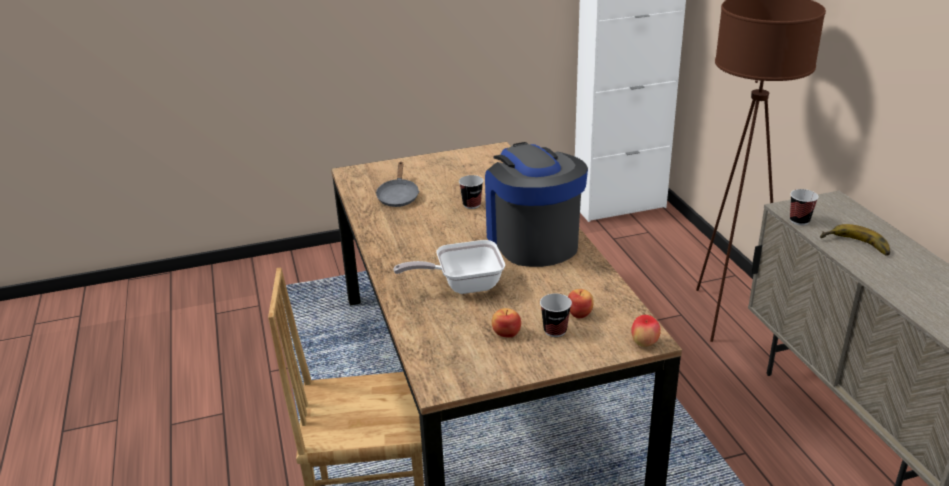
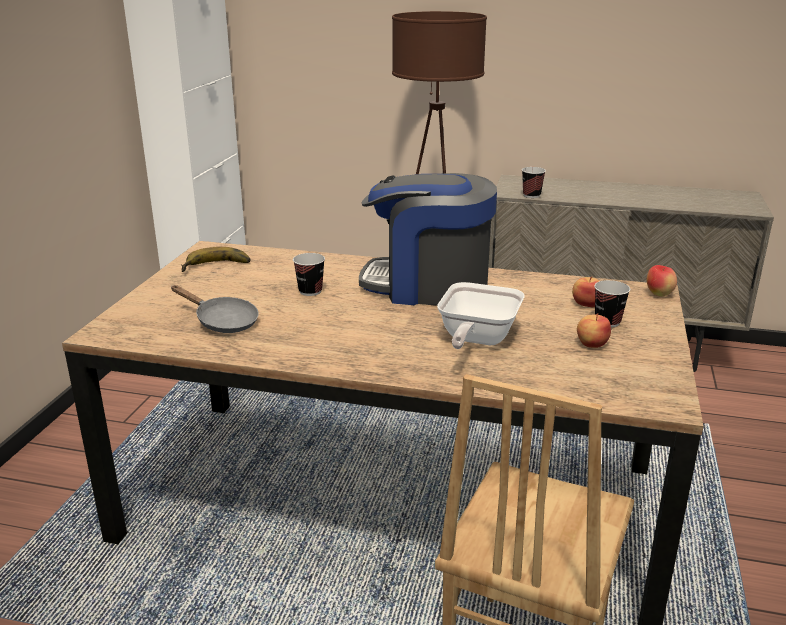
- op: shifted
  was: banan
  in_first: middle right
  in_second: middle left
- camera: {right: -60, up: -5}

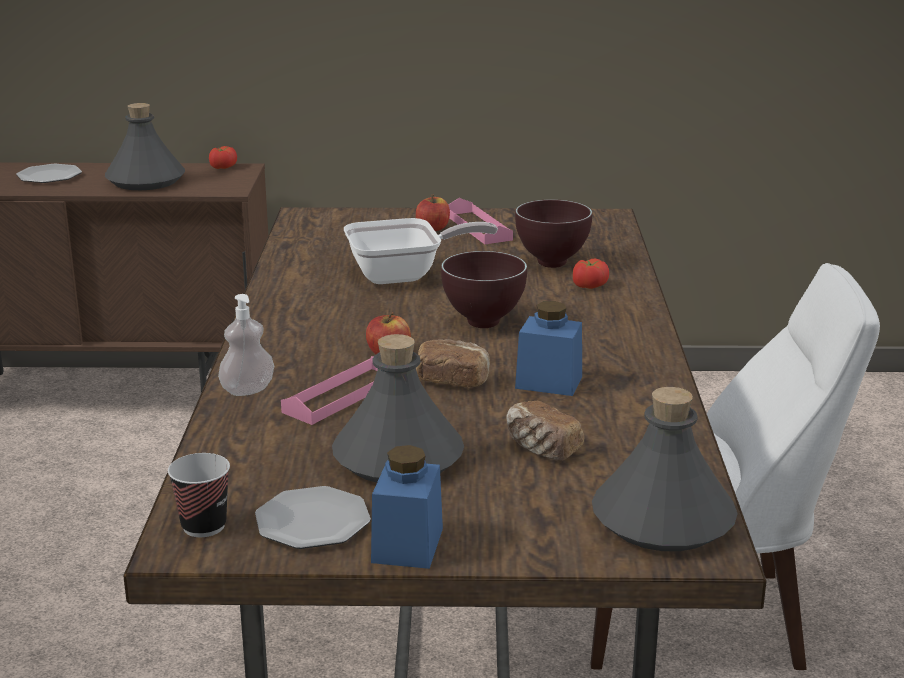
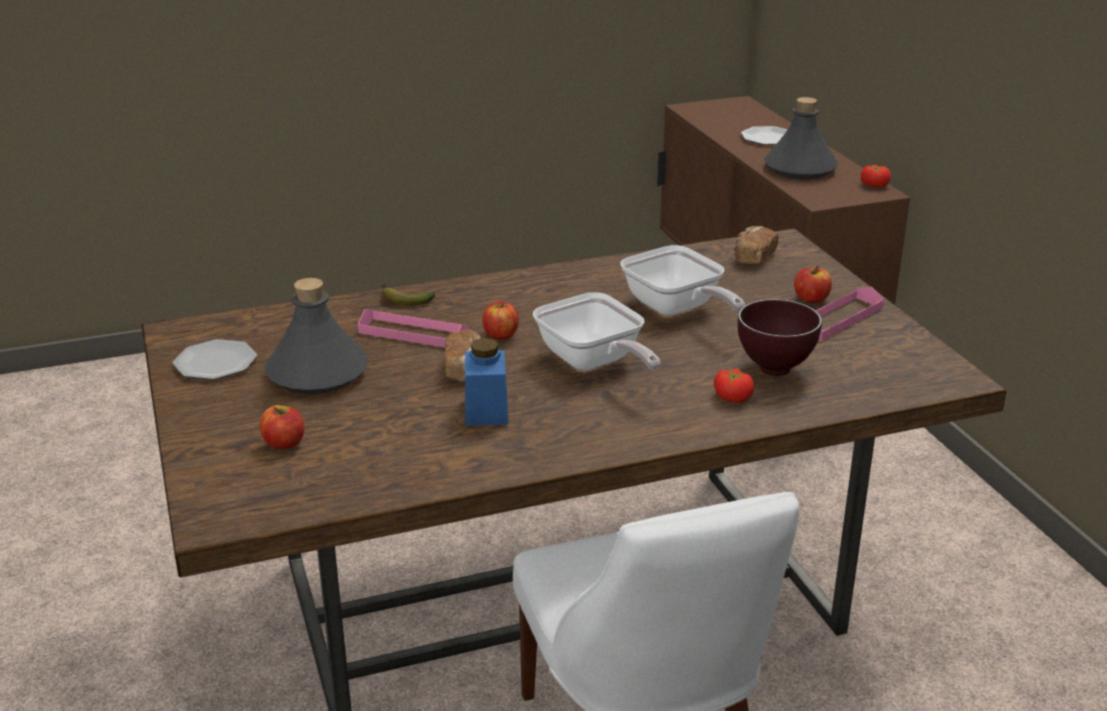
- op: gone
  was: filiżanka
  in_first: bottom left
- op: swapped
  was: dozownik mydła
  now: banan
  in_first: middle left
  in_second: centre
- op: gone
  was: słoik [niebieski] (no. 1 from left)
  in_first: bottom centre
- op: swapped
  was: miska [brązowy] (no. 1 from left)
  now: patelnia (no. 1 from left)
  in_first: centre
  in_second: centre
- op: shifted
  was: chleb (no. 2 from left)
  in_first: centre
  in_second: middle right
- op: gone
  was: butelka [szary] (no. 3 from left)
  in_first: bottom right
- op: new
  now: jabłko (no. 1 from left)
  in_second: middle left
- camera: {right: 70, up: 5}

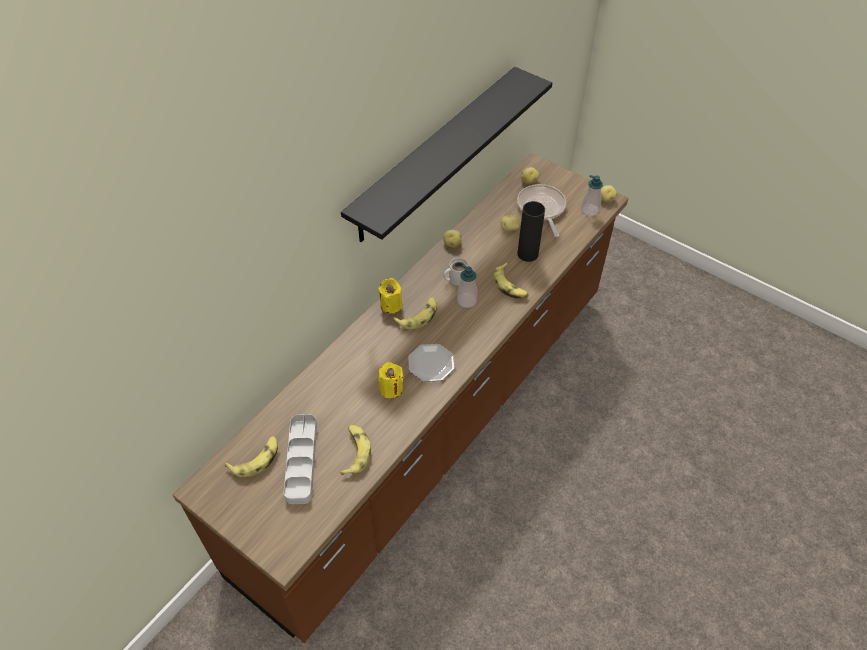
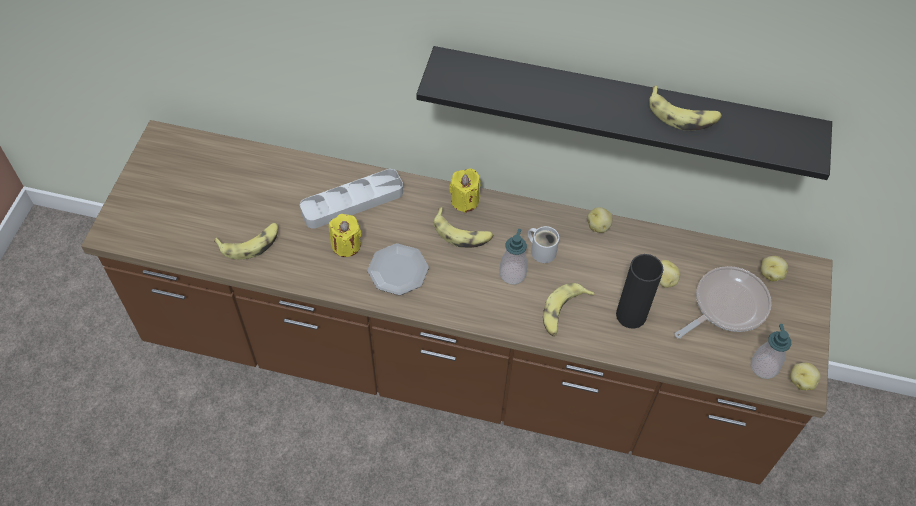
- op: shifted
  was: banan (no. 1 from left in the first image)
  now: banan (no. 4 from left)
  in_first: bottom left
  in_second: top right
- op: shifted
  was: taca [szary]
  in_first: bottom centre
  in_second: centre
- camera: {right: 65, up: 5}

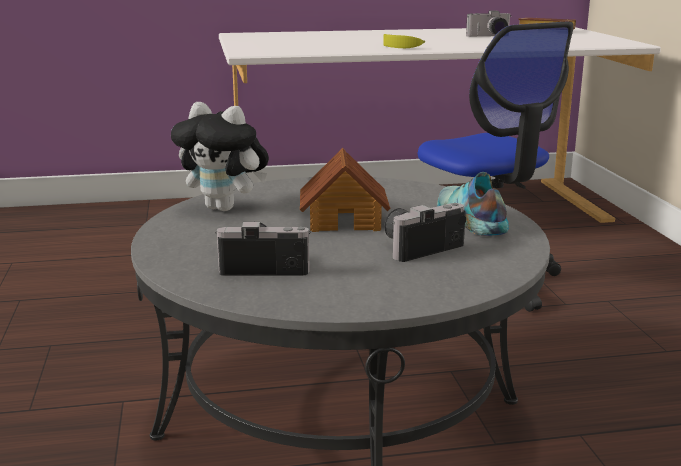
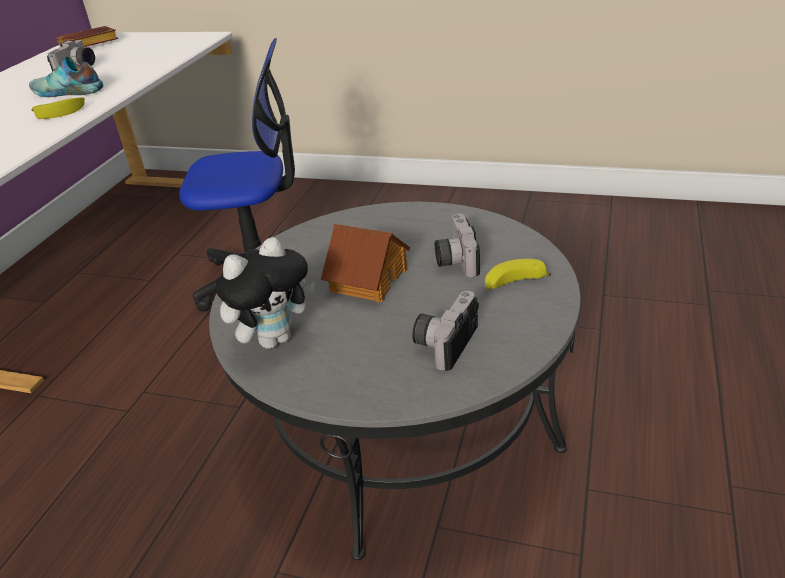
- op: shifted
  was: but
  in_first: middle right
  in_second: top left
- op: new
  now: banan (no. 2 from left)
  in_second: centre
- camera: {right: -60, up: 15}

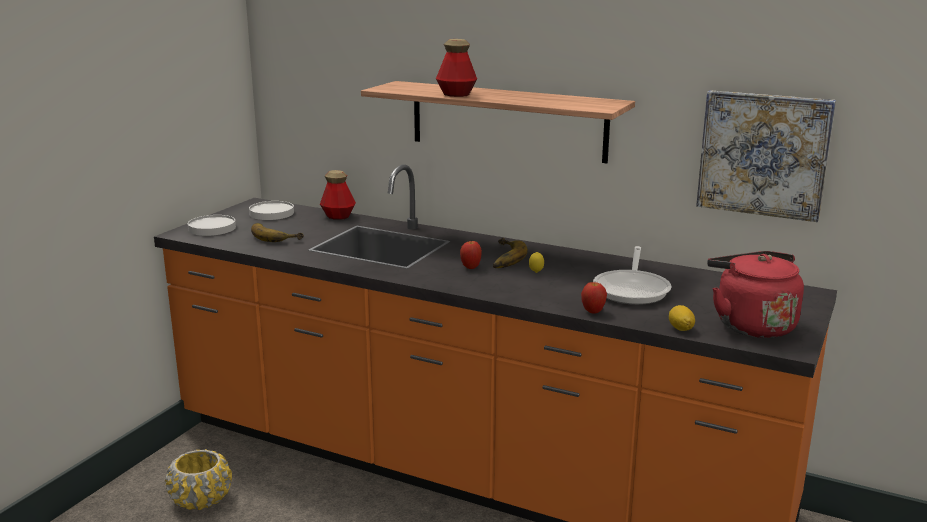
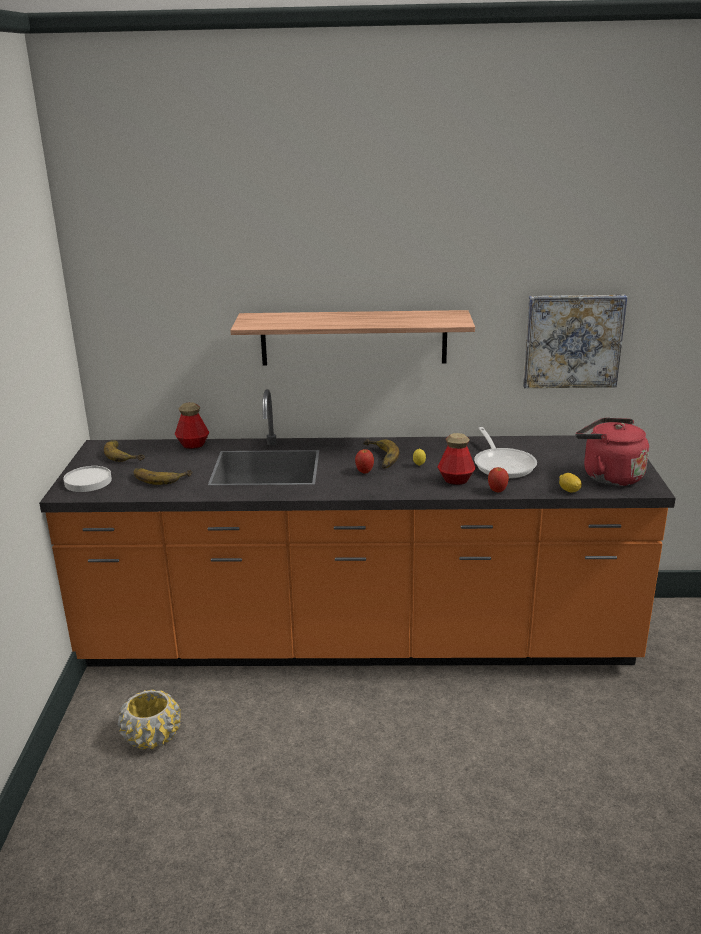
- op: swapped
  was: talerz [biały] (no. 2 from left)
  now: banan (no. 1 from left)
  in_first: middle left
  in_second: middle left
- op: shifted
  was: butelka (no. 2 from left)
  in_first: top centre
  in_second: centre
- camera: {right: -25, up: 5}

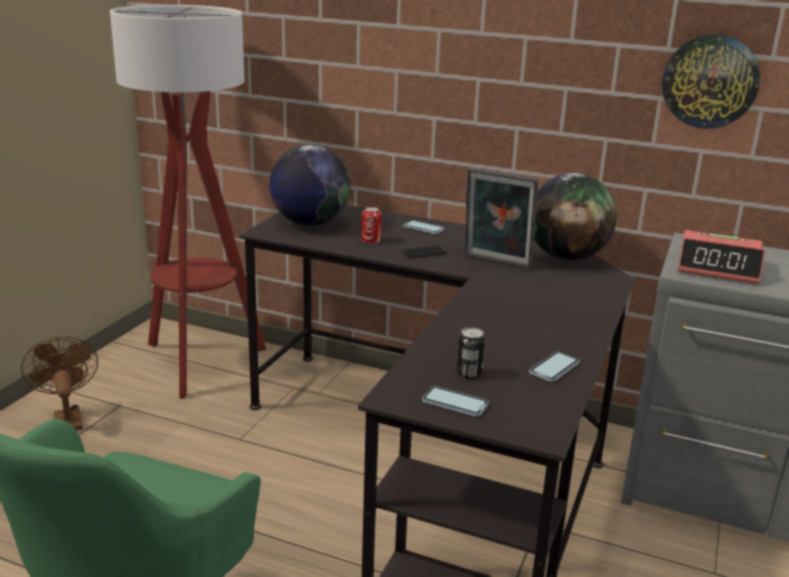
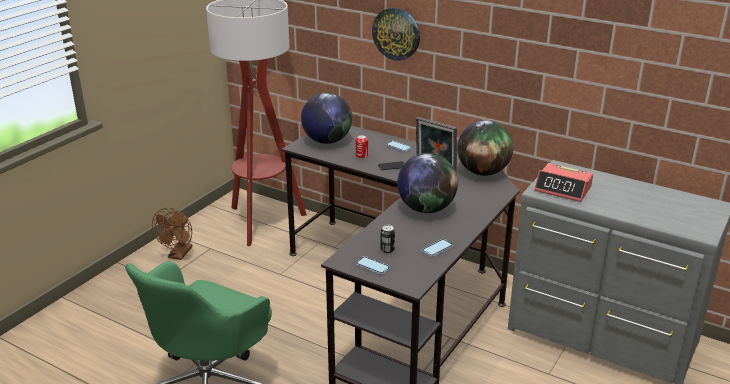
- op: rotated
  was: wentylator [brązowy]
  in_first: middle left
  in_second: middle left
  clockwise: -150
- op: shifted
  was: zegar ścienny
  in_first: top right
  in_second: top centre
- op: new
  now: globus (no. 2 from left)
  in_second: centre
- camera: {right: 10, up: 5}

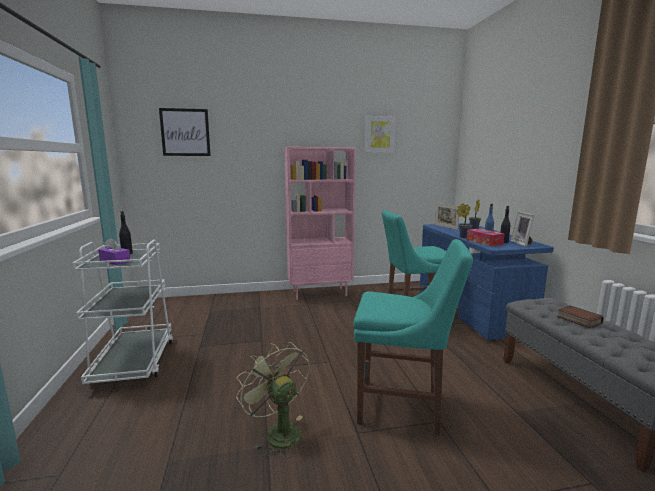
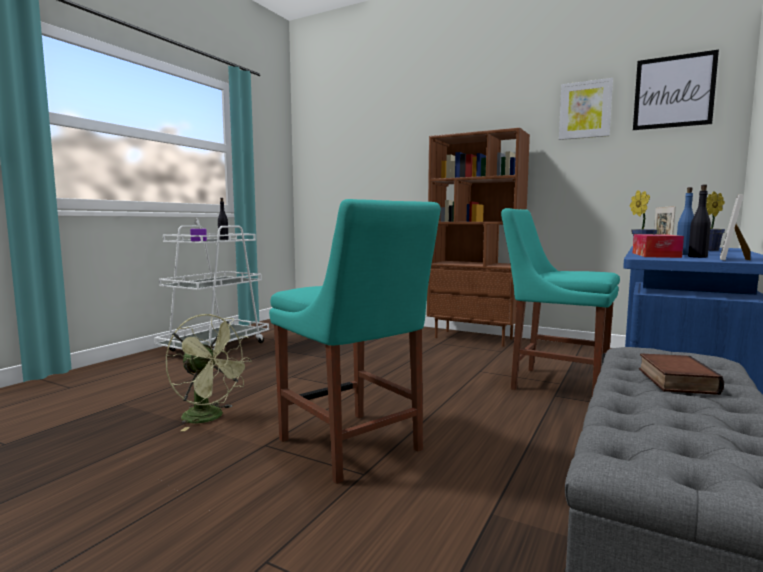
- op: shifted
  was: obraz (no. 1 from left in the first image)
  now: obraz (no. 2 from left)
  in_first: top left
  in_second: top right
- op: rotated
  was: wentylator [zielony]
  in_first: bottom centre
  in_second: middle left
  clockwise: 120
- op: repainted
  was: regał [różowy]
  now: regał [brązowy]
  in_first: centre
  in_second: centre
- camera: {right: 40, up: -5}

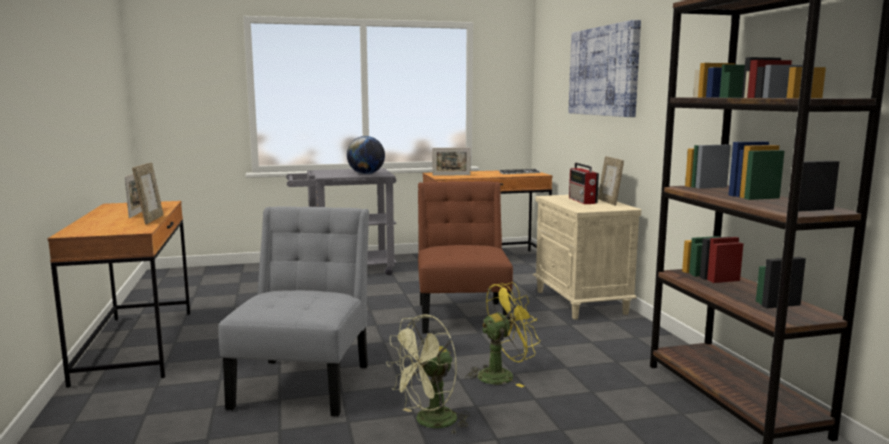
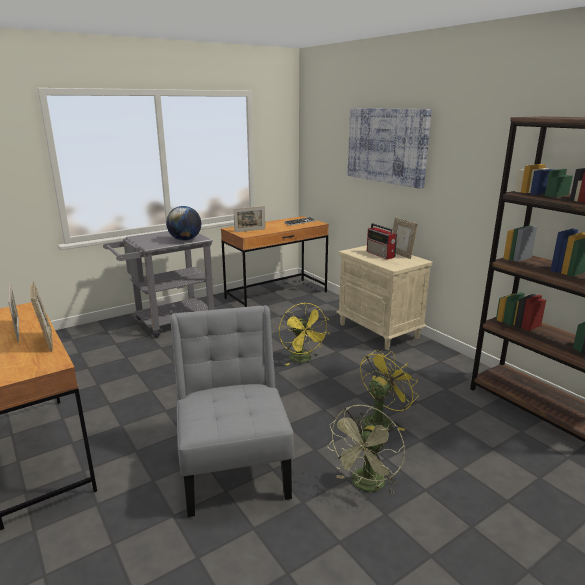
- op: swapped
  was: krzesło [brązowy]
  now: wentylator [żółty] (no. 1 from left)
  in_first: centre
  in_second: centre
- camera: {right: -20, up: 10}

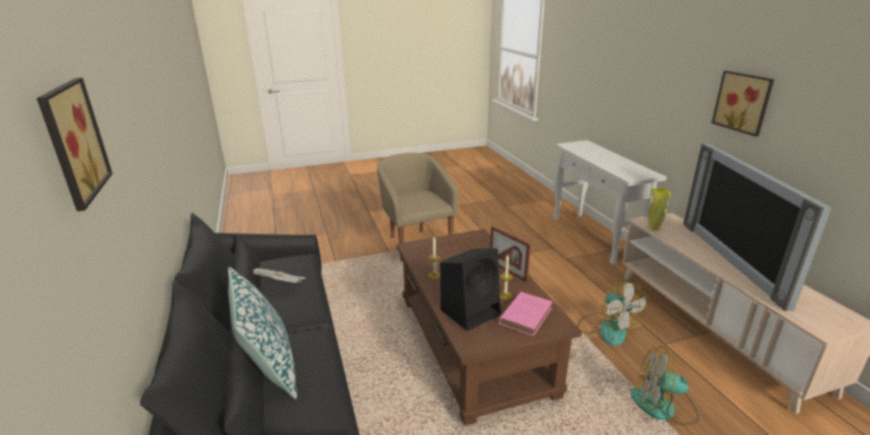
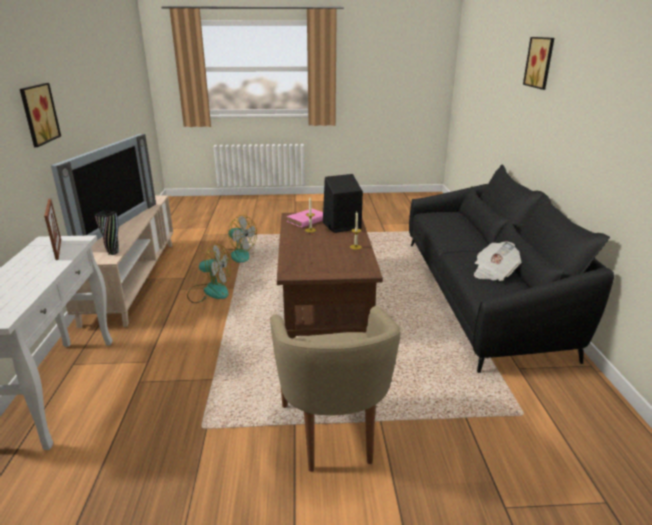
- op: gone
  was: poduszka
  in_first: bottom left
- op: shifted
  was: ramka na zdjęcie
  in_first: centre
  in_second: middle left
- op: rotated
  was: wentylator (no. 1 from left)
  in_first: bottom right
  in_second: middle left
  clockwise: 105
- op: repainted
  was: wazon [żółty]
  now: wazon [czarny]
  in_first: middle right
  in_second: middle left
- camera: {right: -165, up: 0}

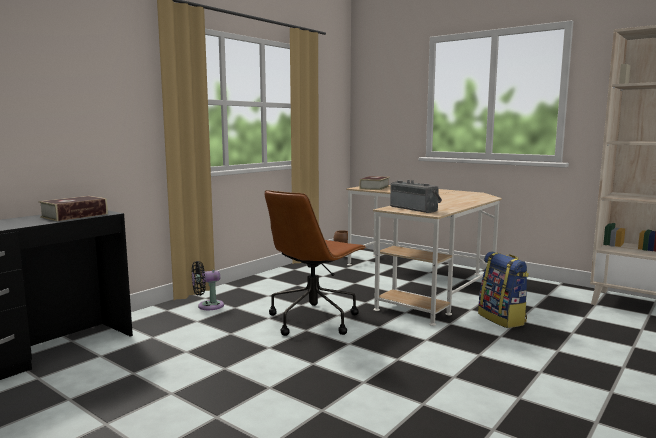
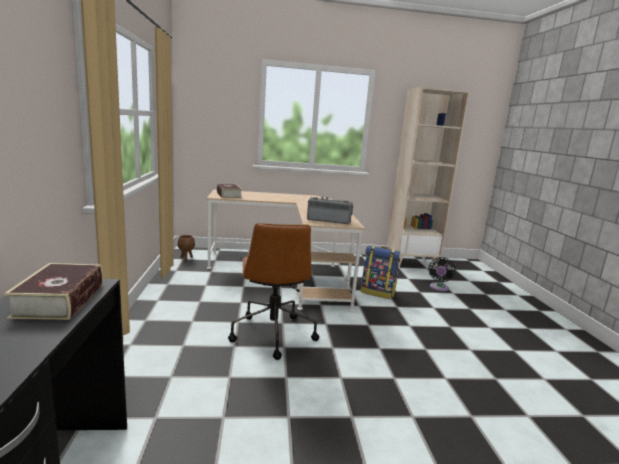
- op: shifted
  was: wentylator [czarny]
  in_first: middle left
  in_second: middle right
- camera: {right: -45, up: 5}

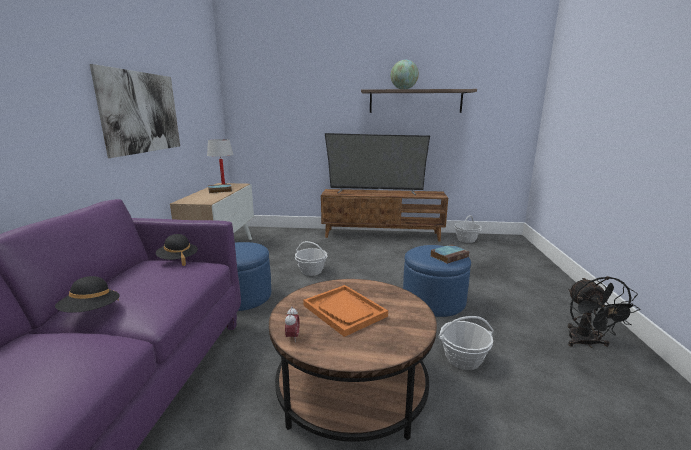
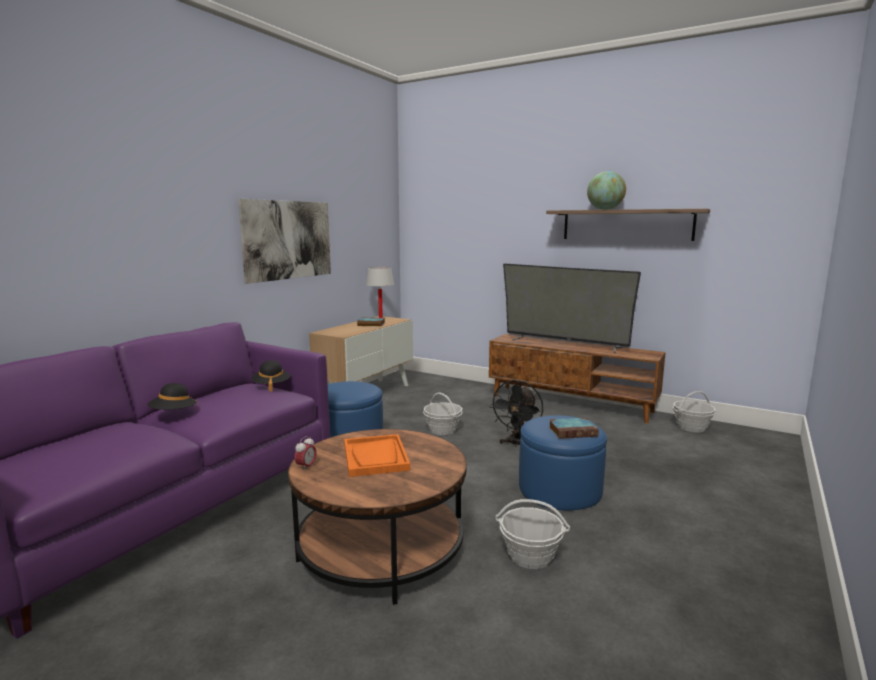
- op: shifted
  was: wentylator [czarny]
  in_first: bottom right
  in_second: centre
- camera: {right: 25, up: -5}

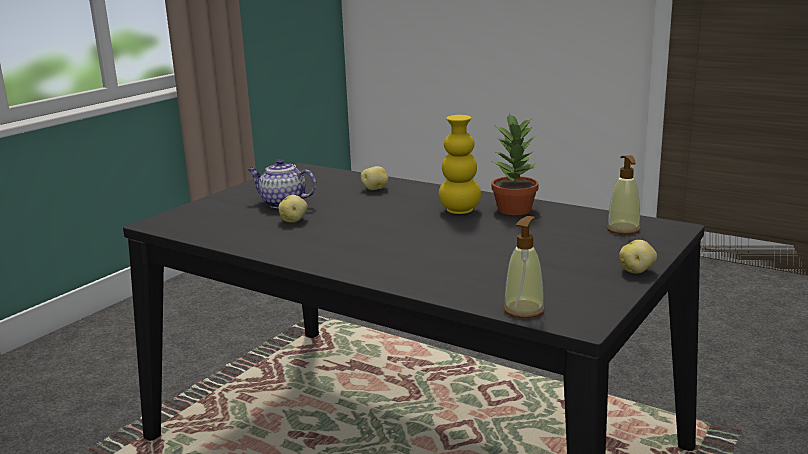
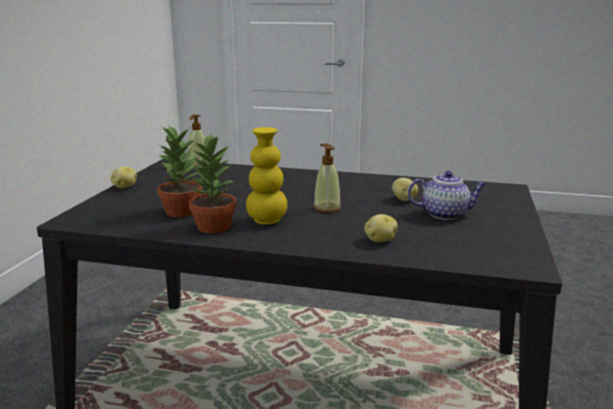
- op: shifted
  was: dozownik mydła (no. 2 from left)
  in_first: middle right
  in_second: centre
- op: new
  now: roślina doniczkowa (no. 1 from left)
  in_second: middle left
- camera: {right: 160, up: 0}

